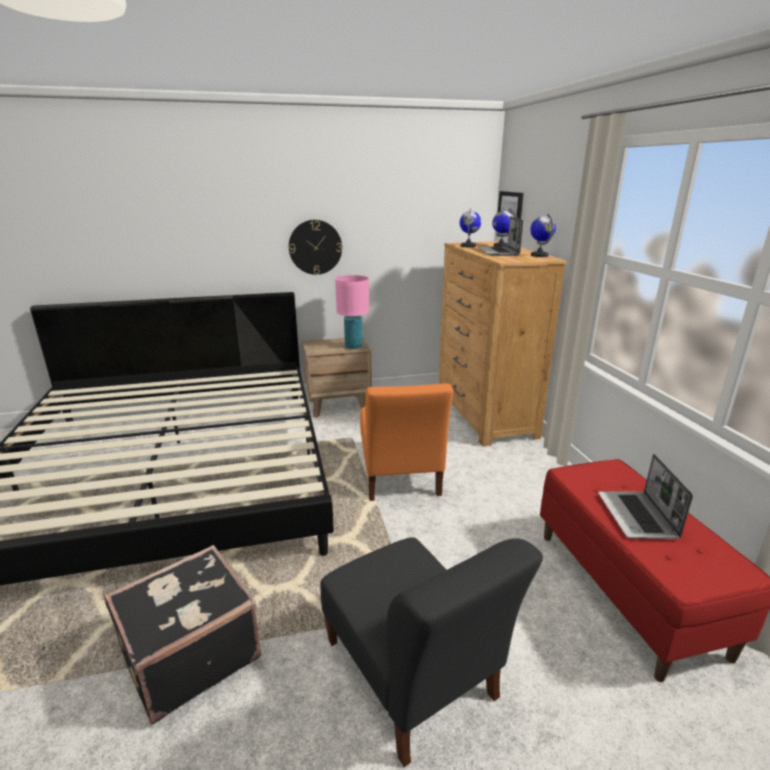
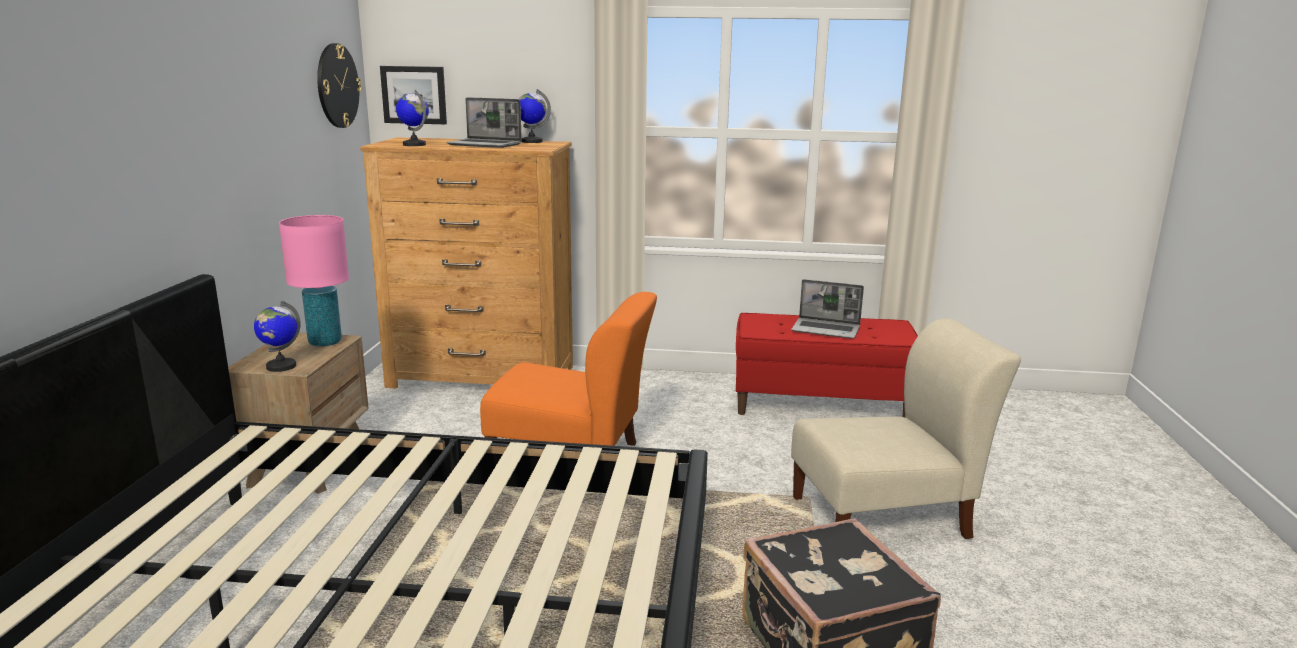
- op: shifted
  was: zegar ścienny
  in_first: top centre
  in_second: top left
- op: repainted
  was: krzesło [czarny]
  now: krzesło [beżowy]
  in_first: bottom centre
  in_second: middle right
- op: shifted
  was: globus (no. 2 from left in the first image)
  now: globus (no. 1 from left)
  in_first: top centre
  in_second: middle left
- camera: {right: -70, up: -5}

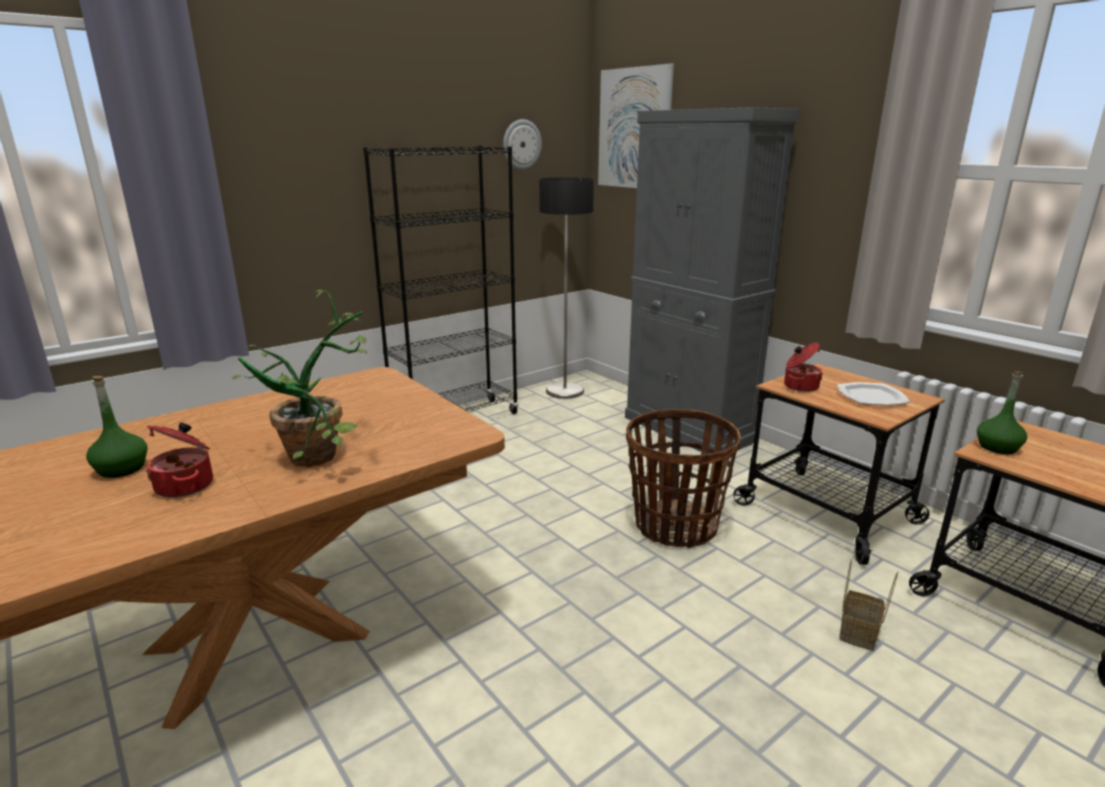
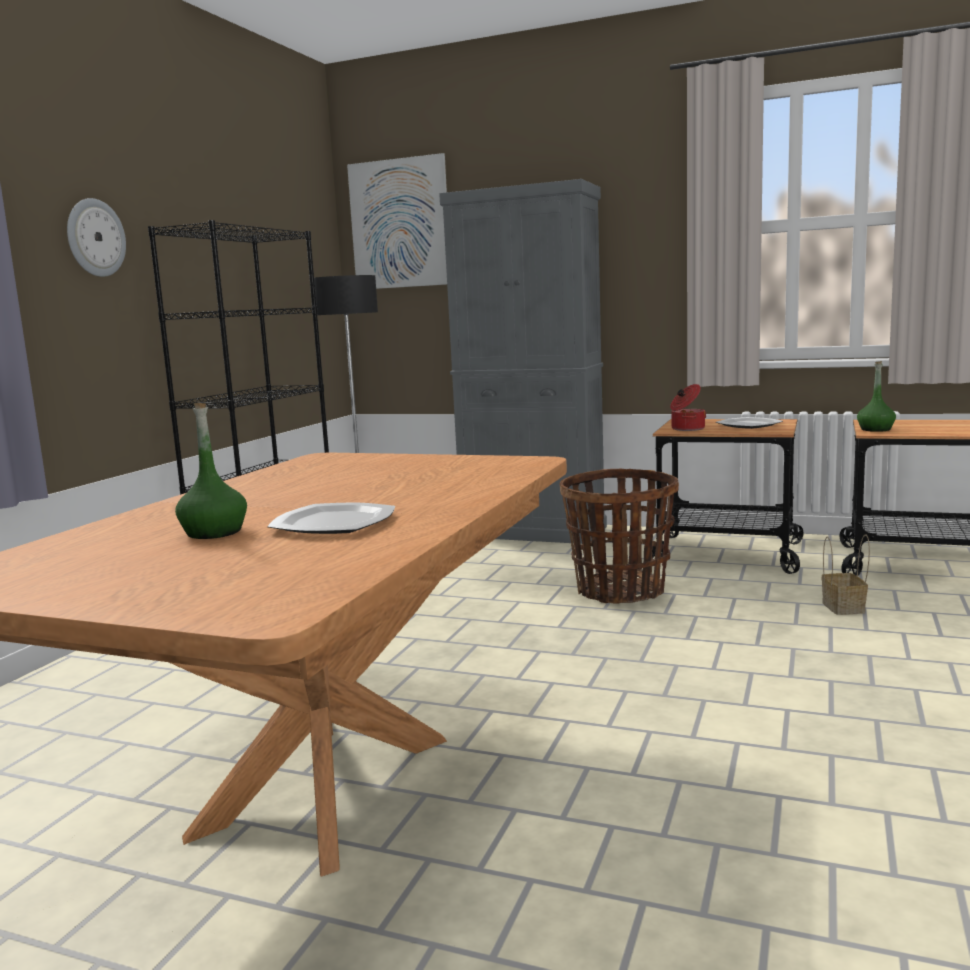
- op: swapped
  was: garnek (no. 1 from left)
  now: talerz (no. 1 from left)
  in_first: middle left
  in_second: centre
- op: gone
  was: roślina doniczkowa
  in_first: middle left
- op: shifted
  was: zegar ścienny
  in_first: top centre
  in_second: top left
- camera: {right: -30, up: -10}

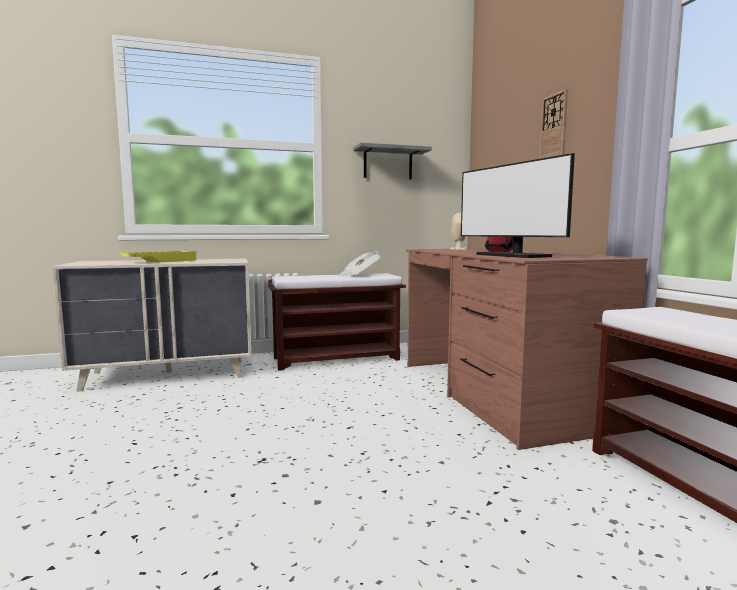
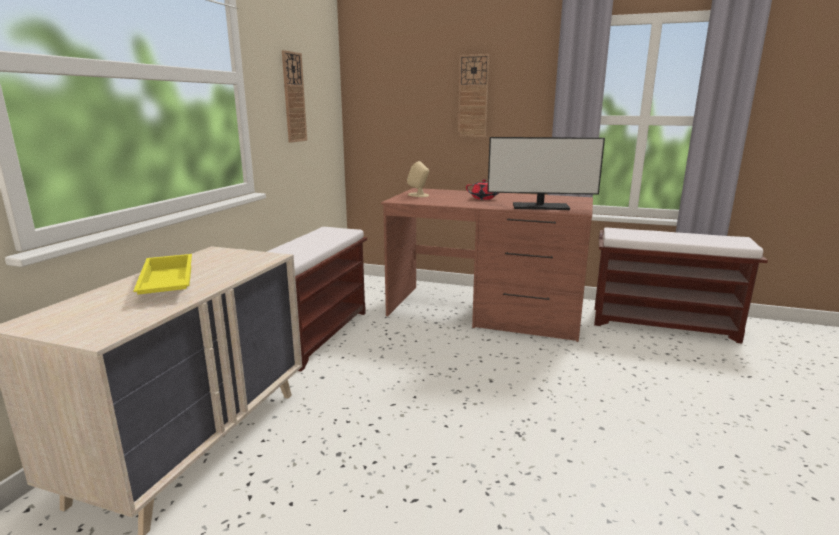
- op: gone
  was: gazeta
  in_first: centre
- op: swapped
  was: półka [szary]
  now: zegar ścienny (no. 1 from left)
  in_first: top centre
  in_second: top centre
- camera: {right: -55, up: 10}

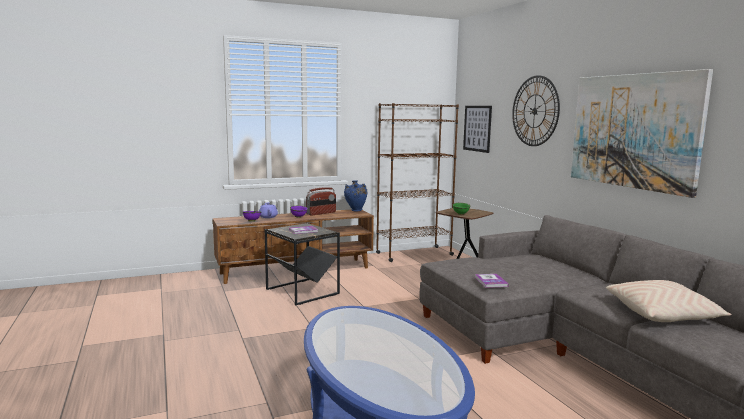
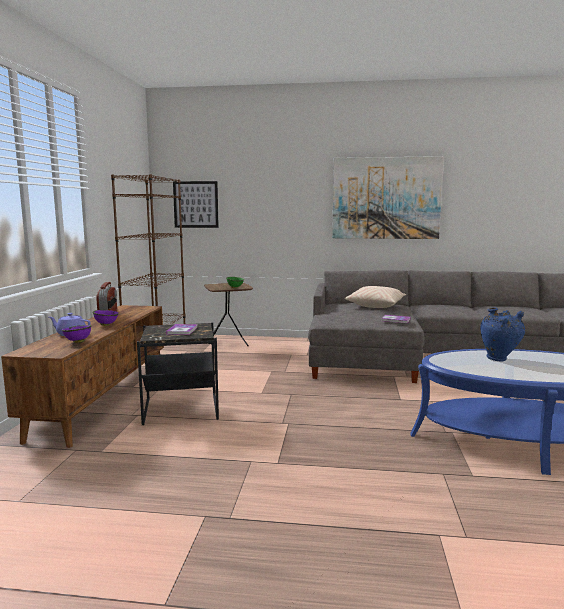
- op: shifted
  was: wazon [niebieski]
  in_first: centre
  in_second: middle right
- op: gone
  was: zegar ścienny
  in_first: top right
- op: shifted
  was: poduszka [beżowy]
  in_first: bottom right
  in_second: centre
- camera: {right: -60, up: 0}

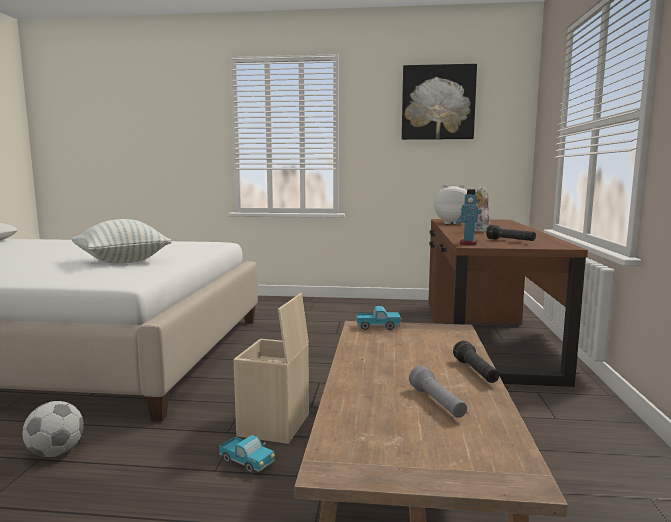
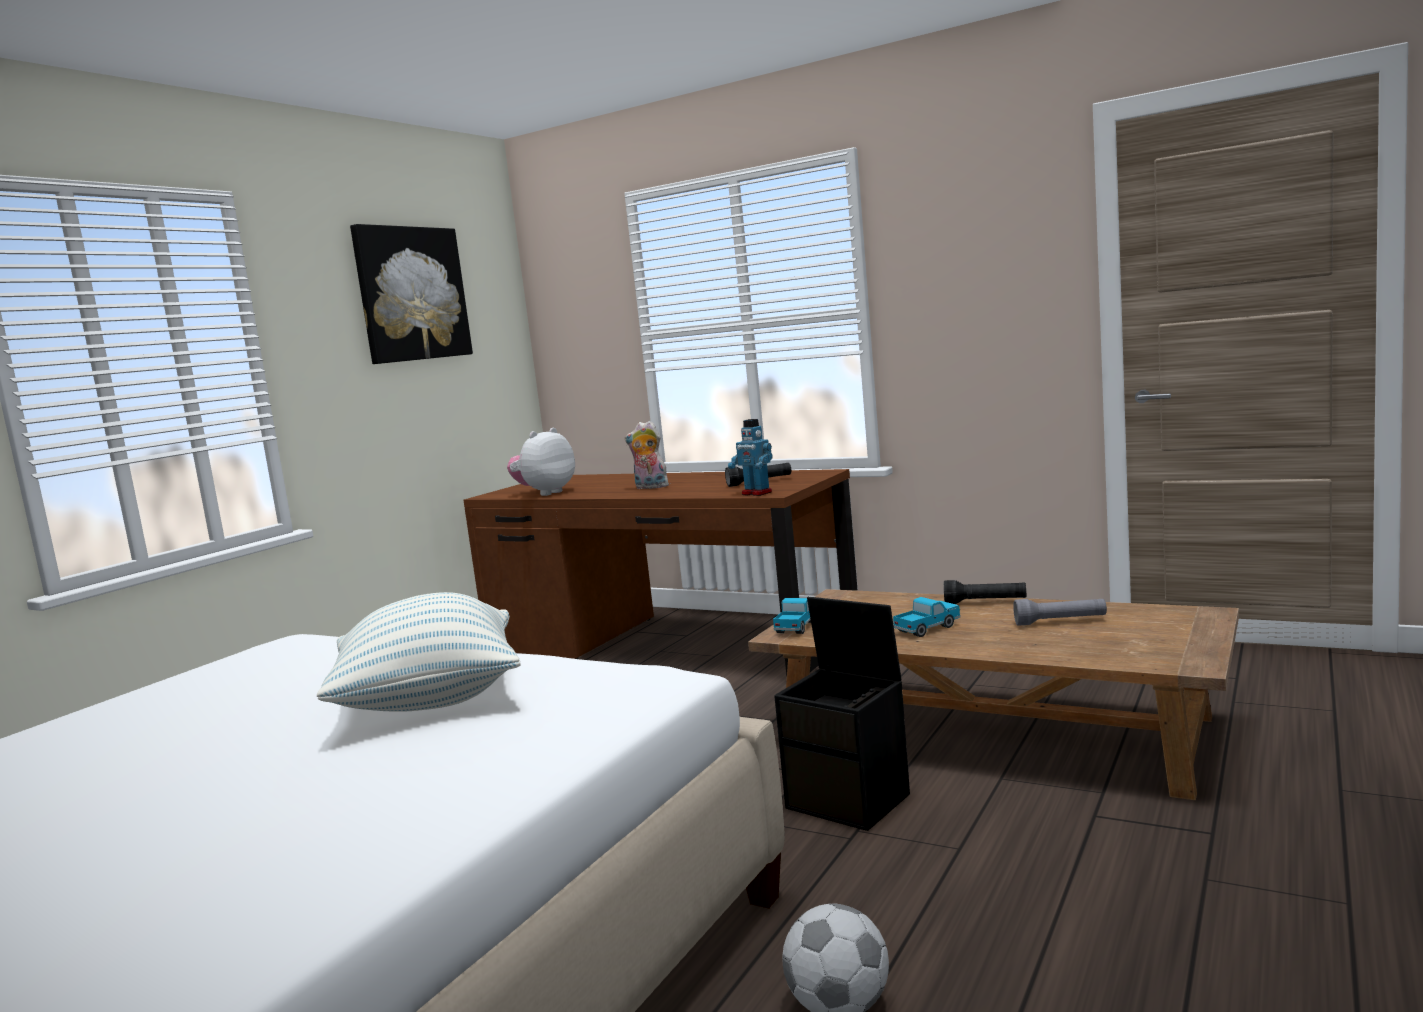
- op: shifted
  was: ciężarówka zabawkowa (no. 1 from left in the first image)
  now: ciężarówka zabawkowa (no. 2 from left)
  in_first: bottom centre
  in_second: centre
- op: repainted
  was: pojemnik do przechowywania [beżowy]
  now: pojemnik do przechowywania [czarny]
  in_first: bottom centre
  in_second: bottom centre
- camera: {right: -65, up: 0}

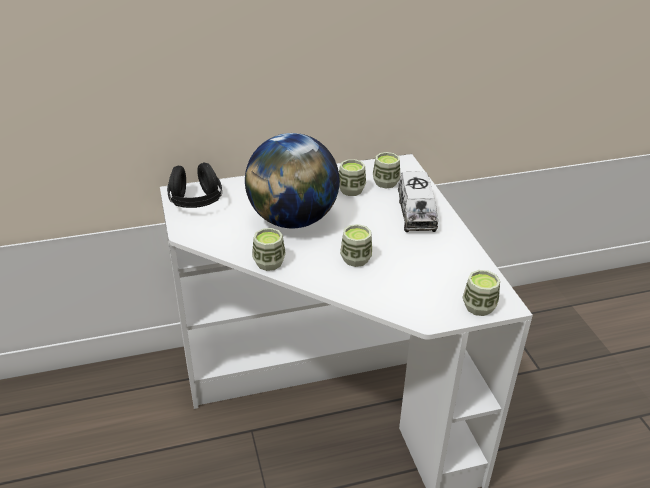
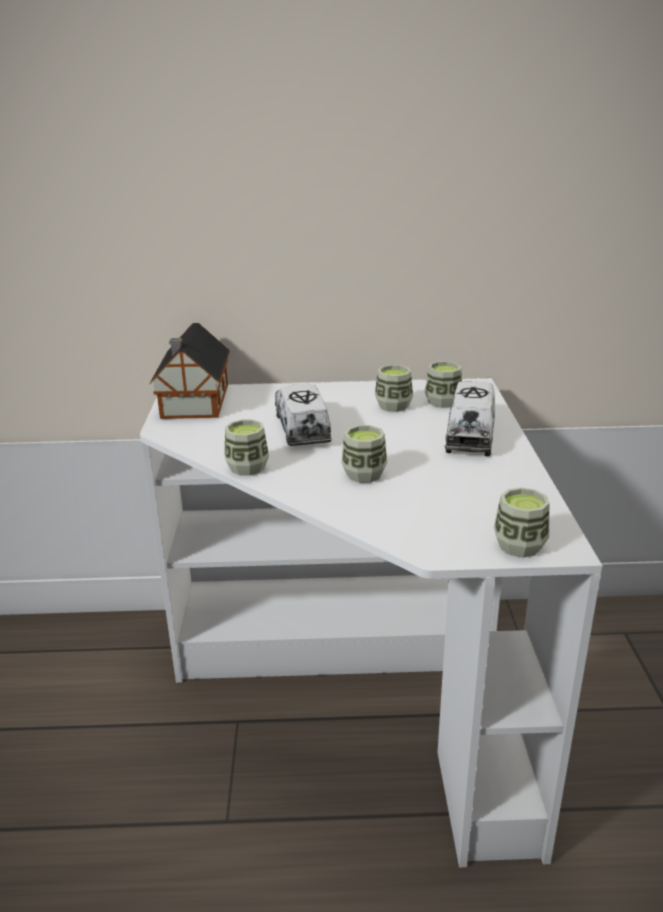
- op: swapped
  was: słuchawki [czarny]
  now: domek
  in_first: middle left
  in_second: middle left
- op: swapped
  was: globus
  now: ciężarówka zabawkowa (no. 1 from left)
  in_first: centre
  in_second: centre
- camera: {right: 15, up: -10}

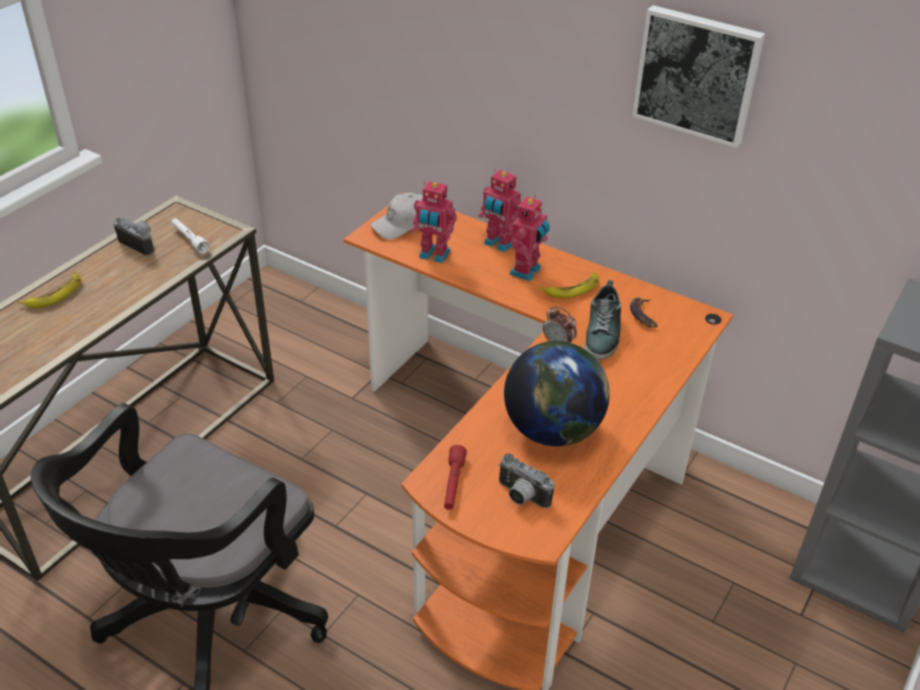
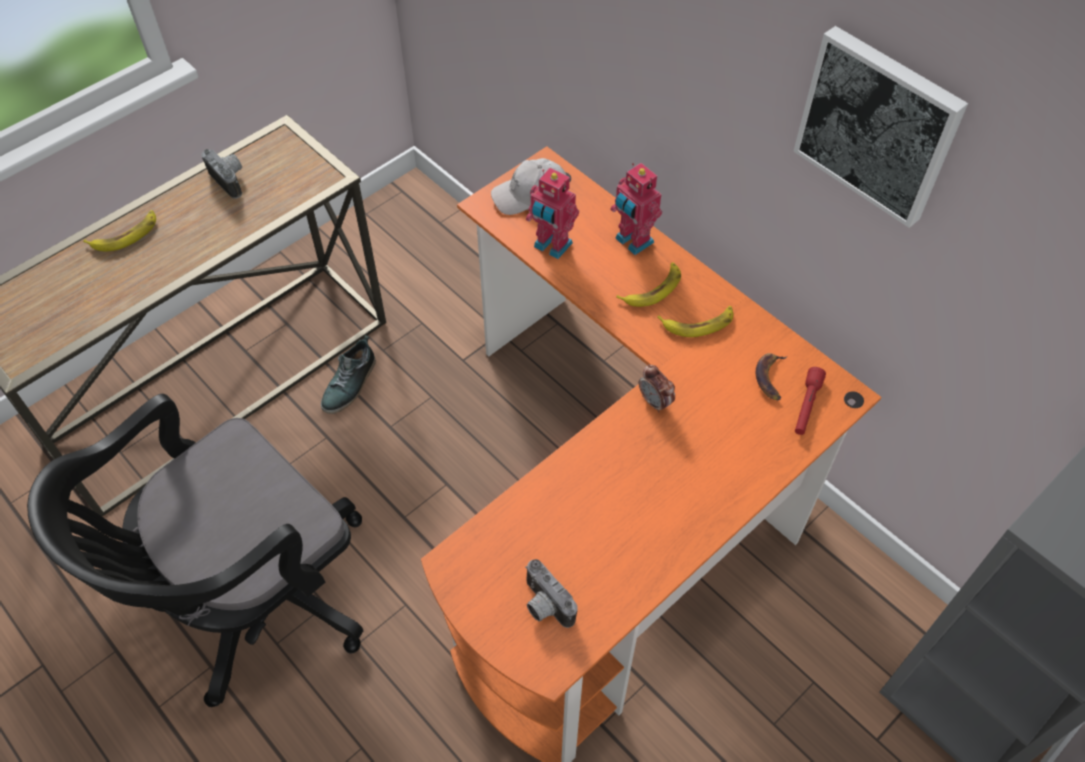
- op: gone
  was: latarka [biały]
  in_first: middle left
- op: shifted
  was: latarka [czerwony]
  in_first: bottom centre
  in_second: middle right
- op: gone
  was: globus
  in_first: centre
- op: swapped
  was: robot zabawkowy (no. 3 from left)
  now: banan (no. 2 from left)
  in_first: centre
  in_second: centre
- op: shifted
  was: but
  in_first: centre
  in_second: middle left
- camera: {right: 15, up: 15}

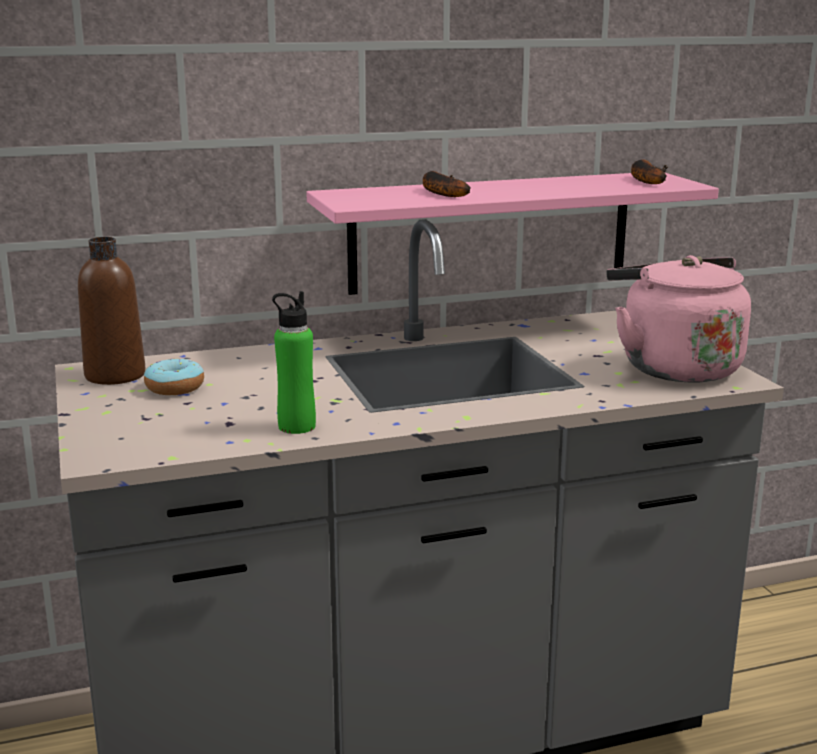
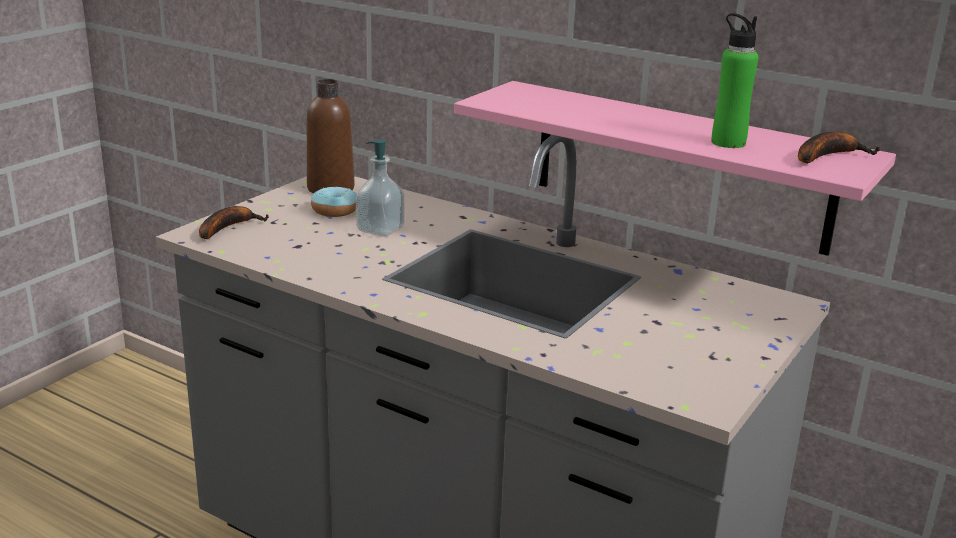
- op: shifted
  was: butelka [zielony]
  in_first: centre
  in_second: top right
- op: shifted
  was: banan (no. 1 from left)
  in_first: top centre
  in_second: middle left
- op: gone
  was: czajnik [różowy]
  in_first: middle right
- op: new
  now: dozownik mydła
  in_second: centre
- camera: {right: 50, up: 5}

